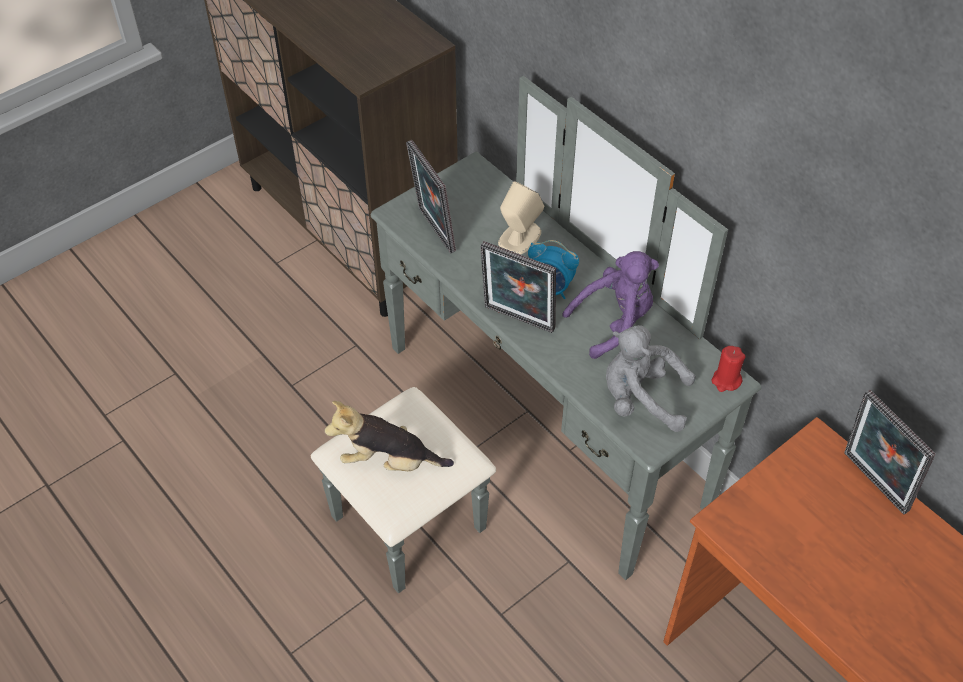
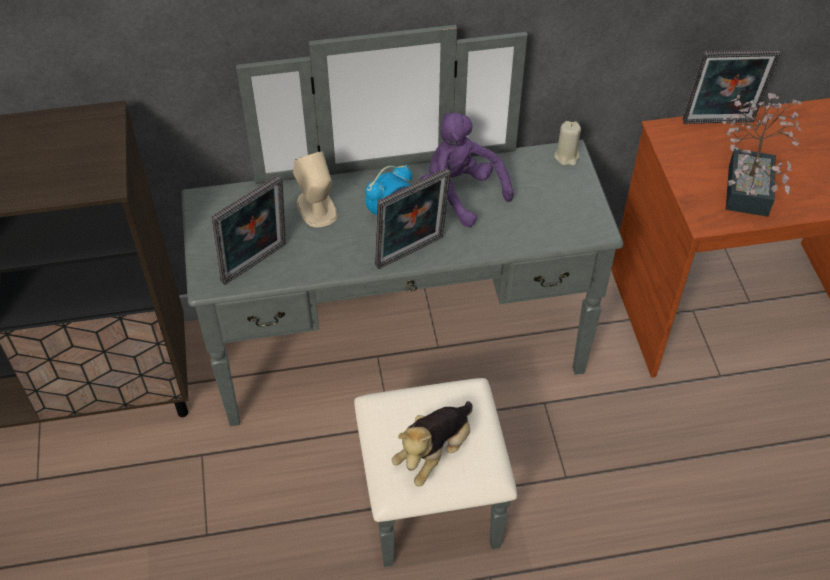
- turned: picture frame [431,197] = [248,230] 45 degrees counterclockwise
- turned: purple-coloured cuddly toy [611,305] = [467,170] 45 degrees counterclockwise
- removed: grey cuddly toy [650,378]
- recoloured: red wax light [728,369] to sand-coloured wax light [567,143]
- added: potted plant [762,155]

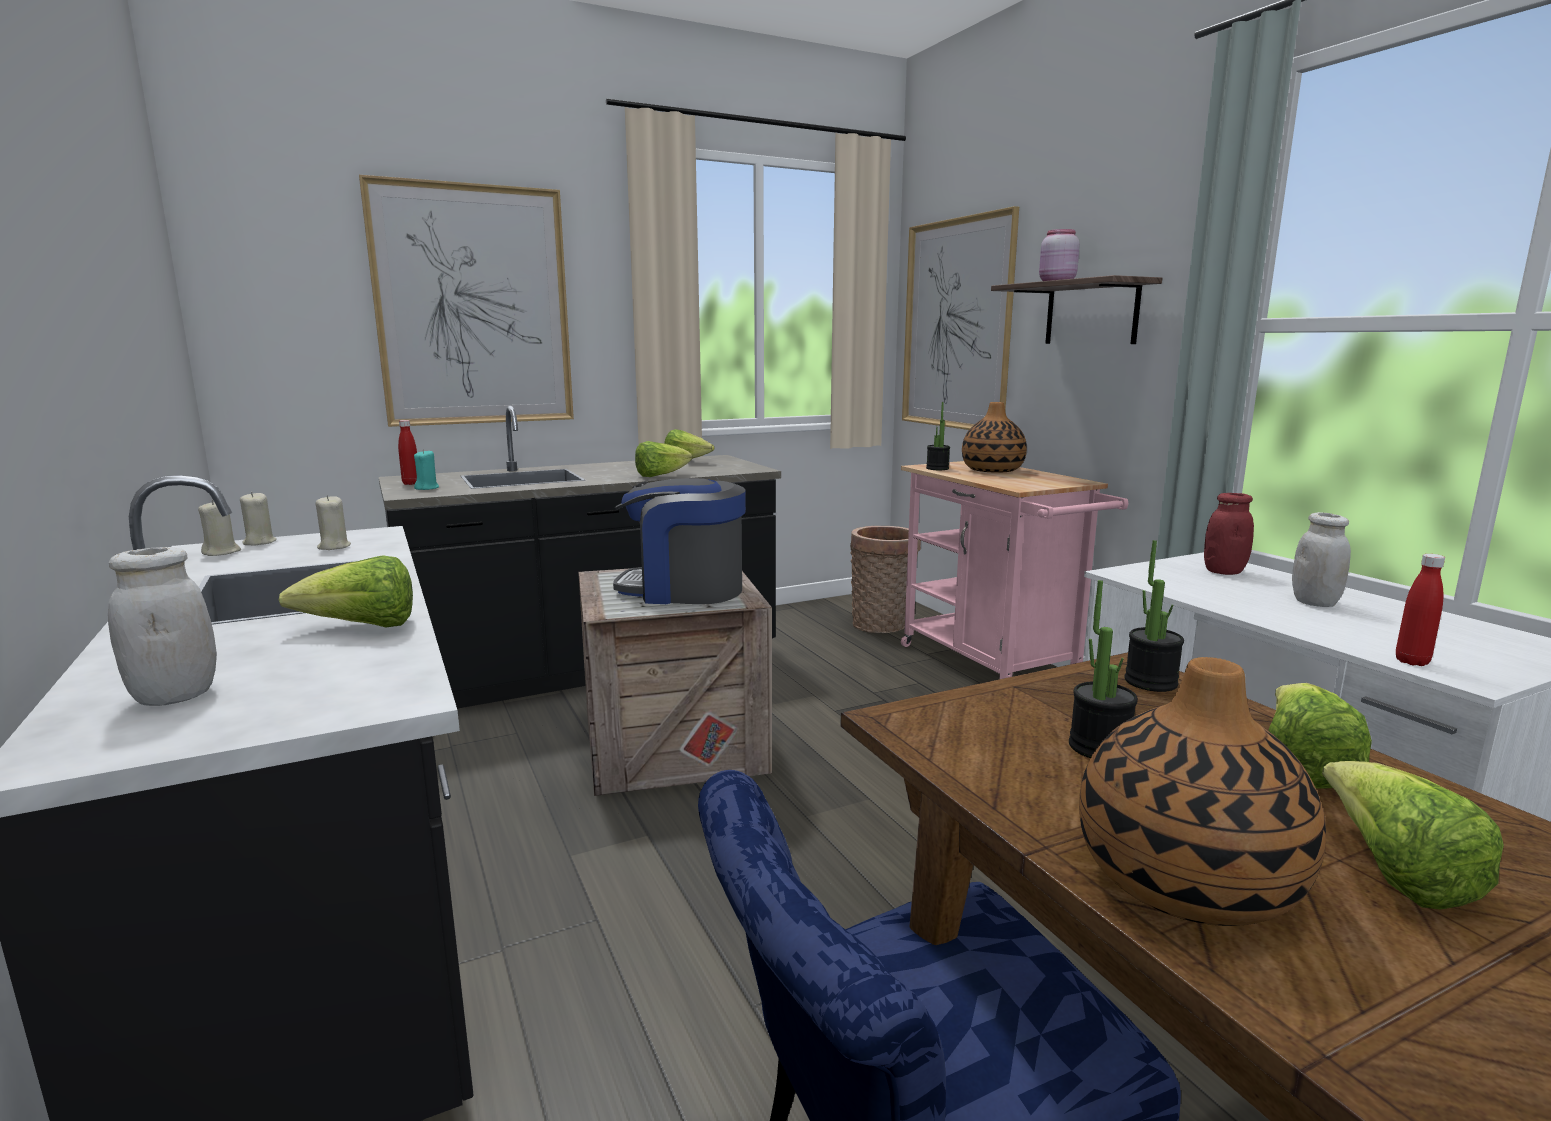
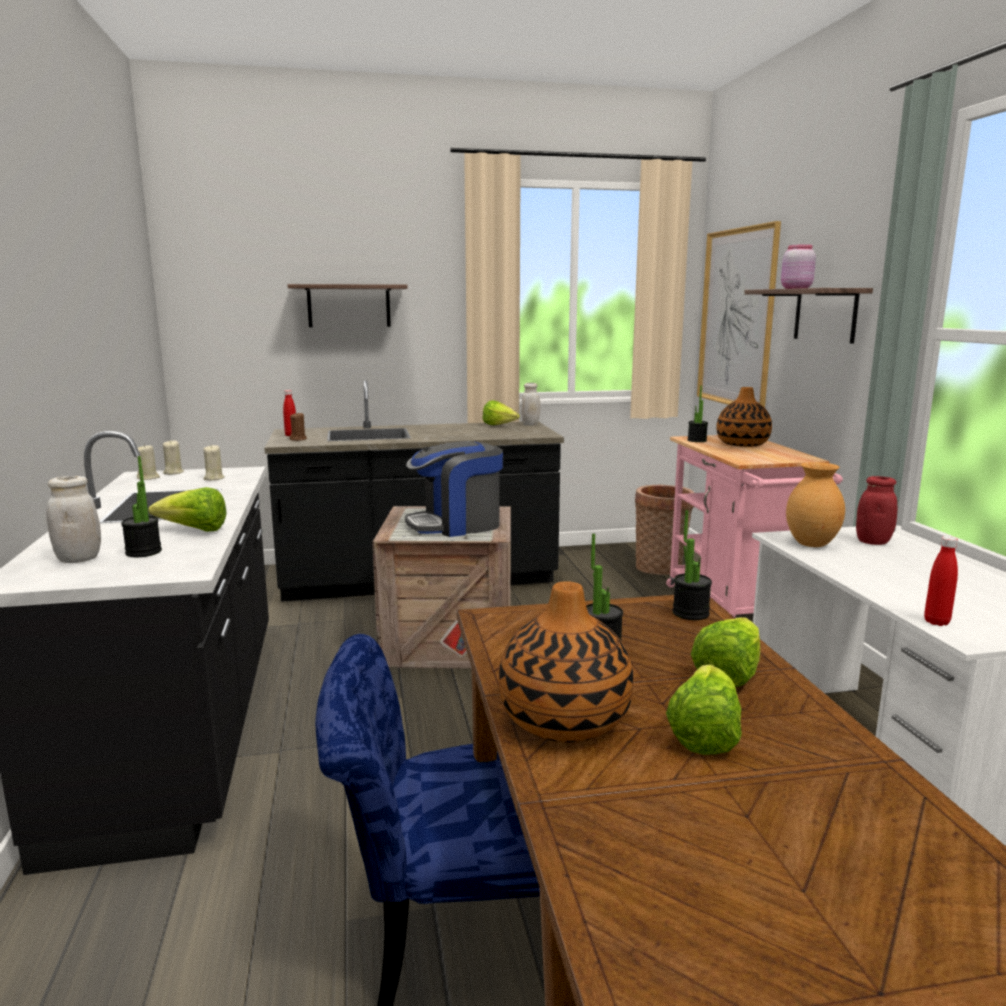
- replaced: wall picture [466,301] to bracket shelf [348,305]
- recoloured: blue-green wax light [426,469] to brown-coloured wax light [298,426]
- turned: coffee maker [679,541] = [454,489] 45 degrees counterclockwise
- removed: head of lettuce [663,459]
- moved: white storage jar [1321,559] to [530,404]
- added: potted plant [141,506]
- added: brown-coloured decorative vase [815,504]

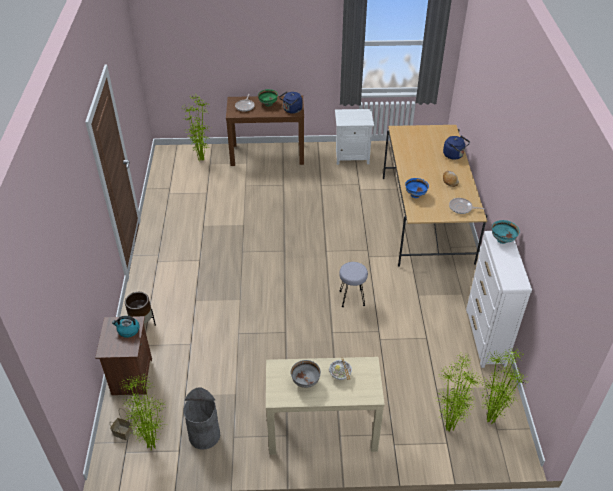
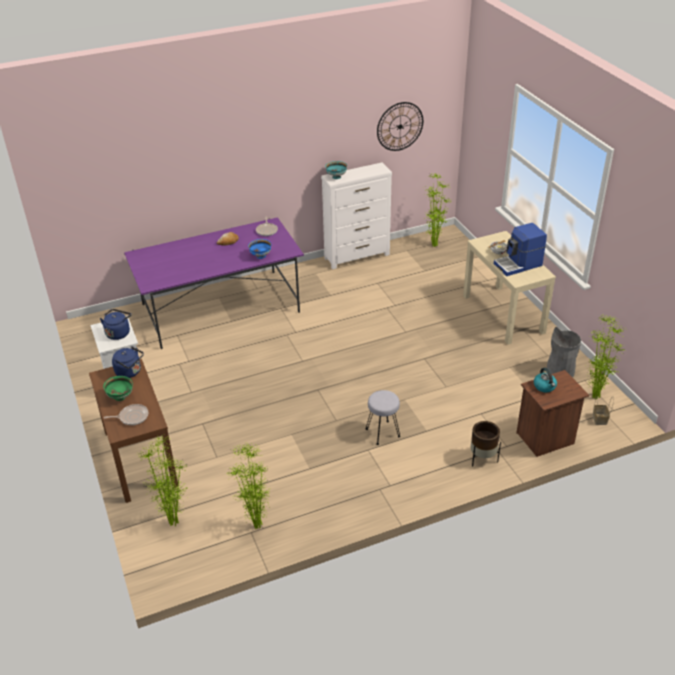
- replaced: grey bowl [305,374] to coffee maker [520,249]
- moved: grey stool seat [353,284] to [383,417]
- recoloured: sand-coloured dining table [435,196] to purple-coloured dining table [214,283]
- moved: potted plant [459,392] to [250,486]
- moved: blue-coloured tea kettle [456,148] to [116,324]
- added: hanging clock [400,126]

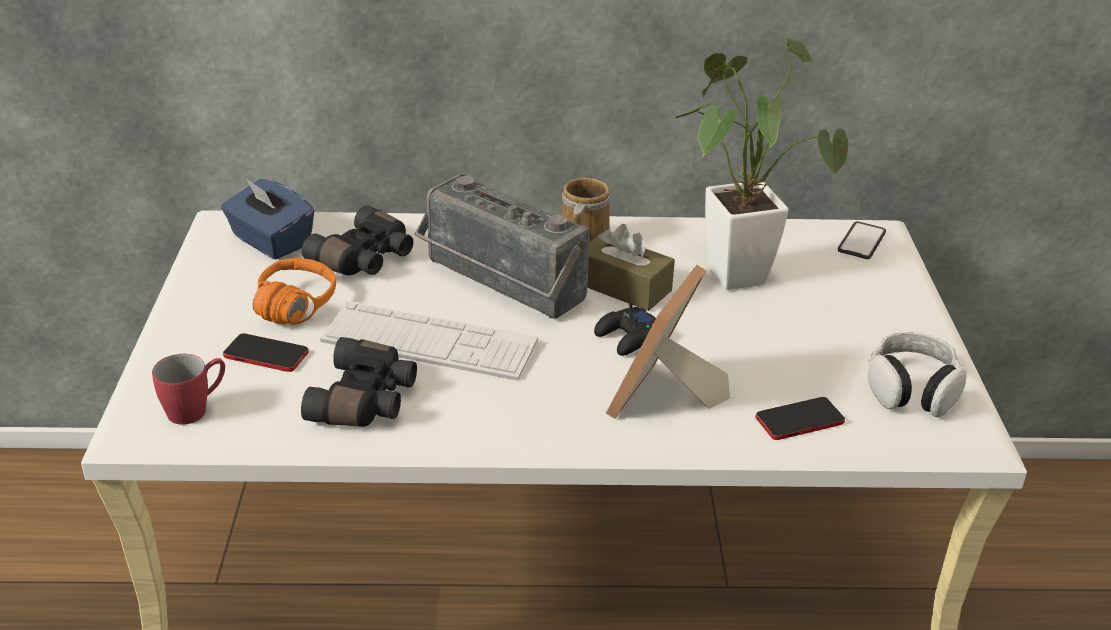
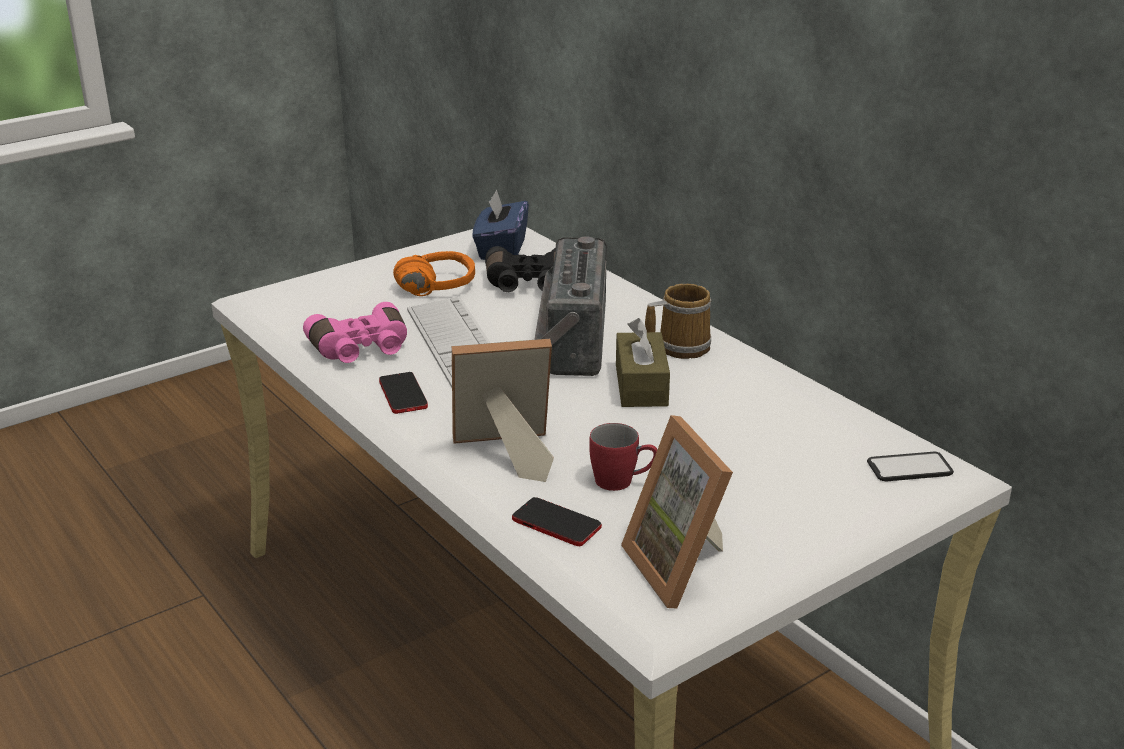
- moved: red coffee mug [188,389] to [623,457]
- moved: phone [266,352] to [403,393]
- recoloured: blackish field glasses [359,382] to pinkish field glasses [355,332]
- removed: blackish gamepad [625,329]
- removed: potted plant [762,161]
- replaced: pair of headphones [917,374] to picture frame [677,511]

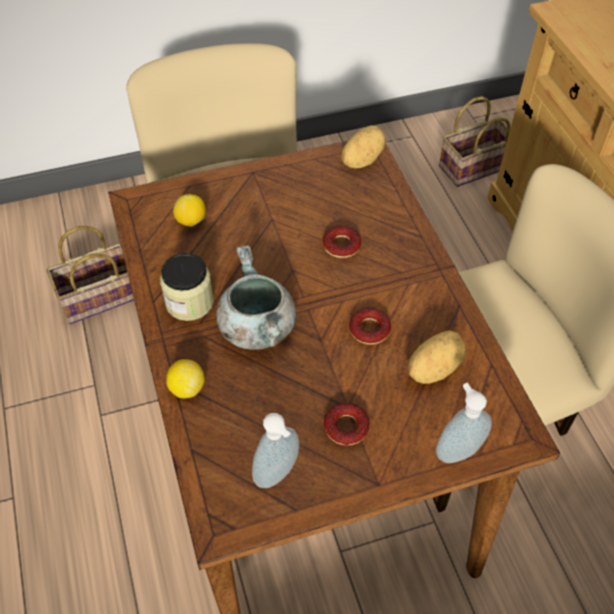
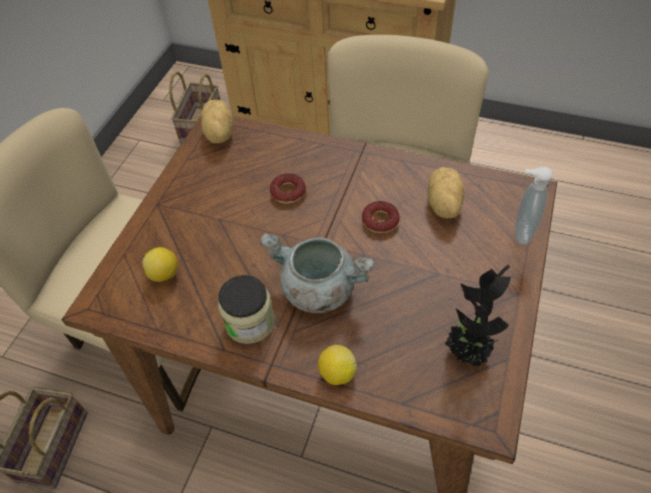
- replaced: soap bottle [275,450] to potted plant [478,315]
- removed: doughnut [347,424]

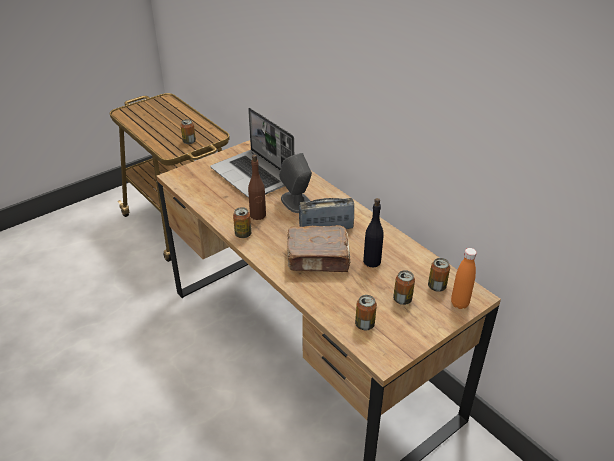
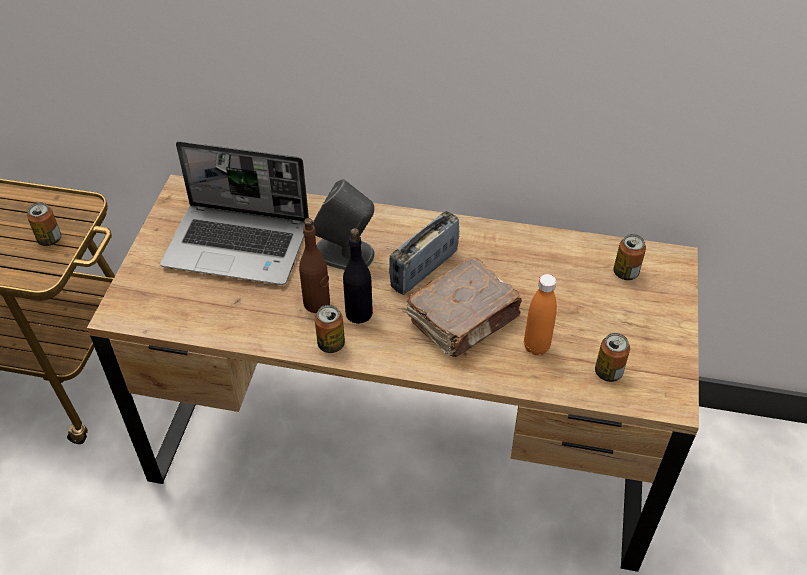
- moved: blackish beverage bottle [373,233] to [358,276]
- removed: metal can [404,287]
- moved: orange beverage bottle [464,278] to [540,314]

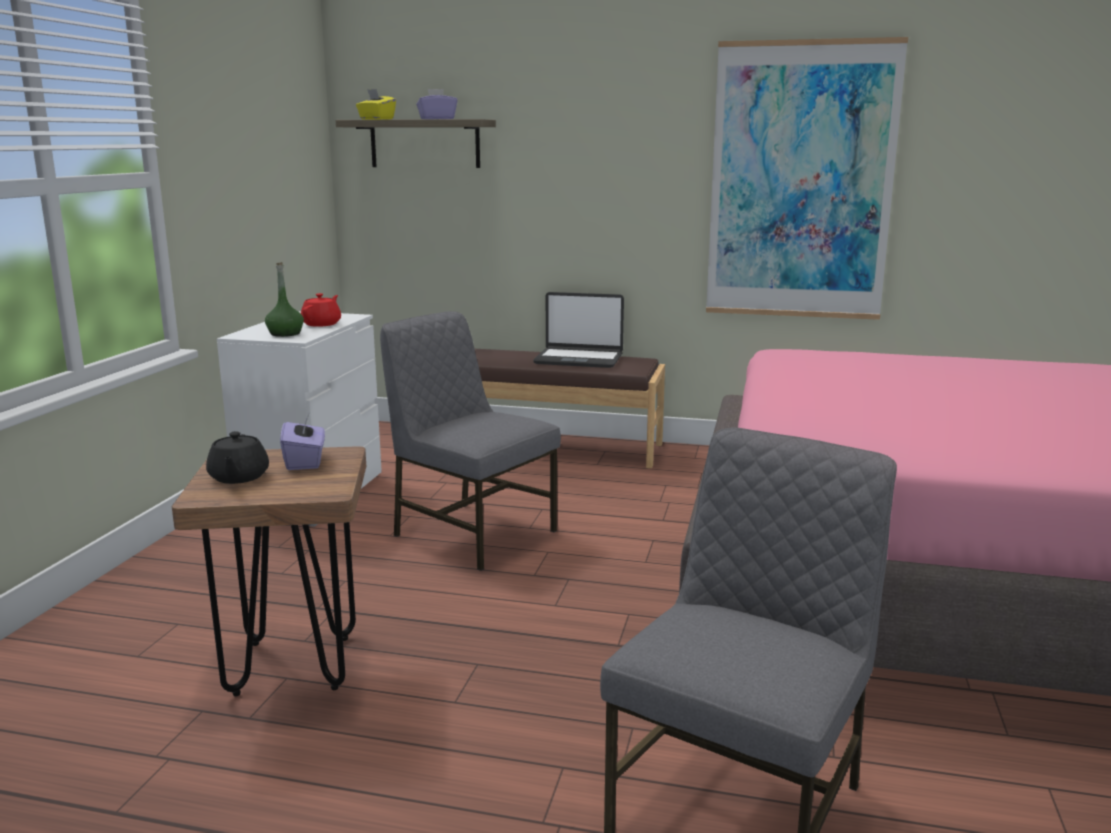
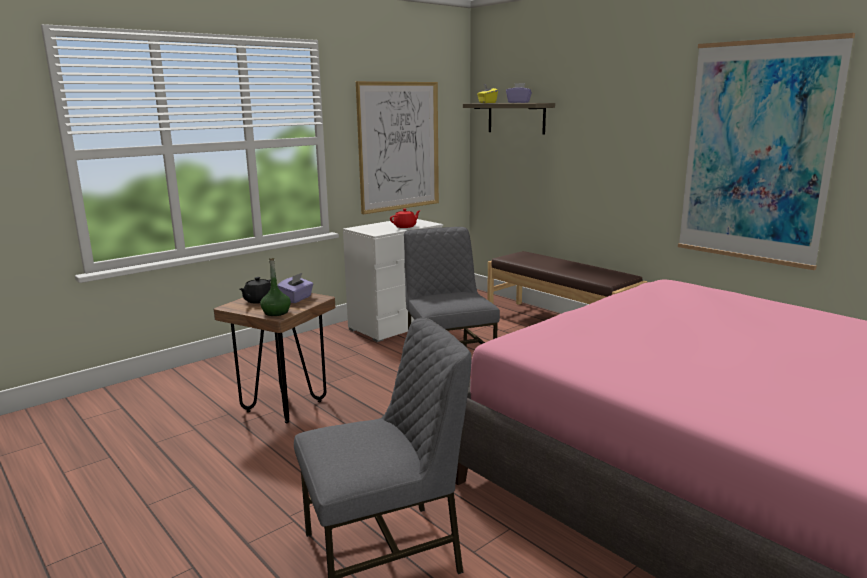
- moved: green-coloured beverage bottle [284,299] to [275,287]
- removed: notebook computer [578,330]
- added: wall picture [397,147]

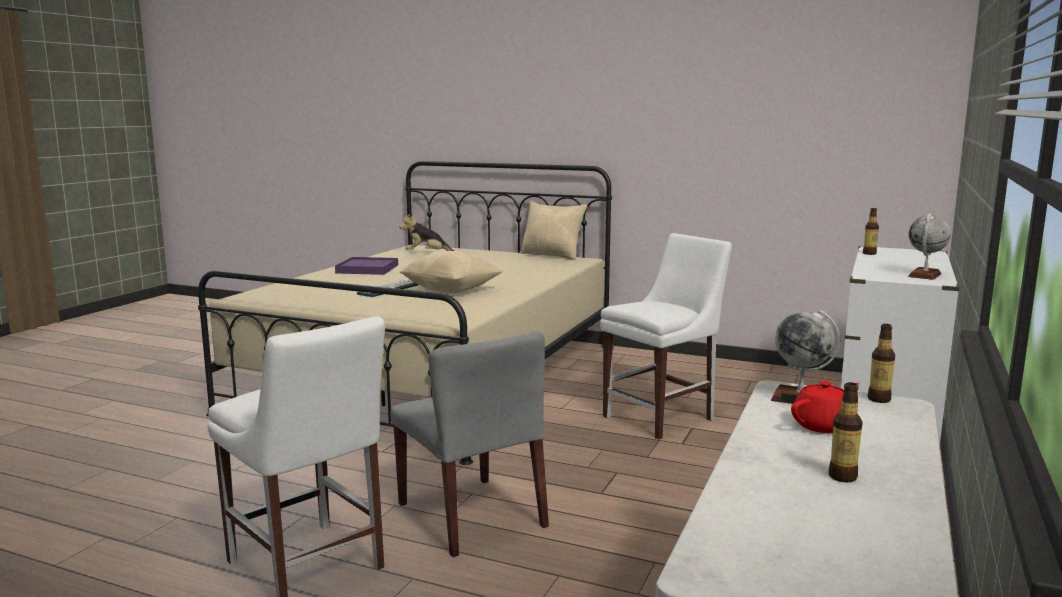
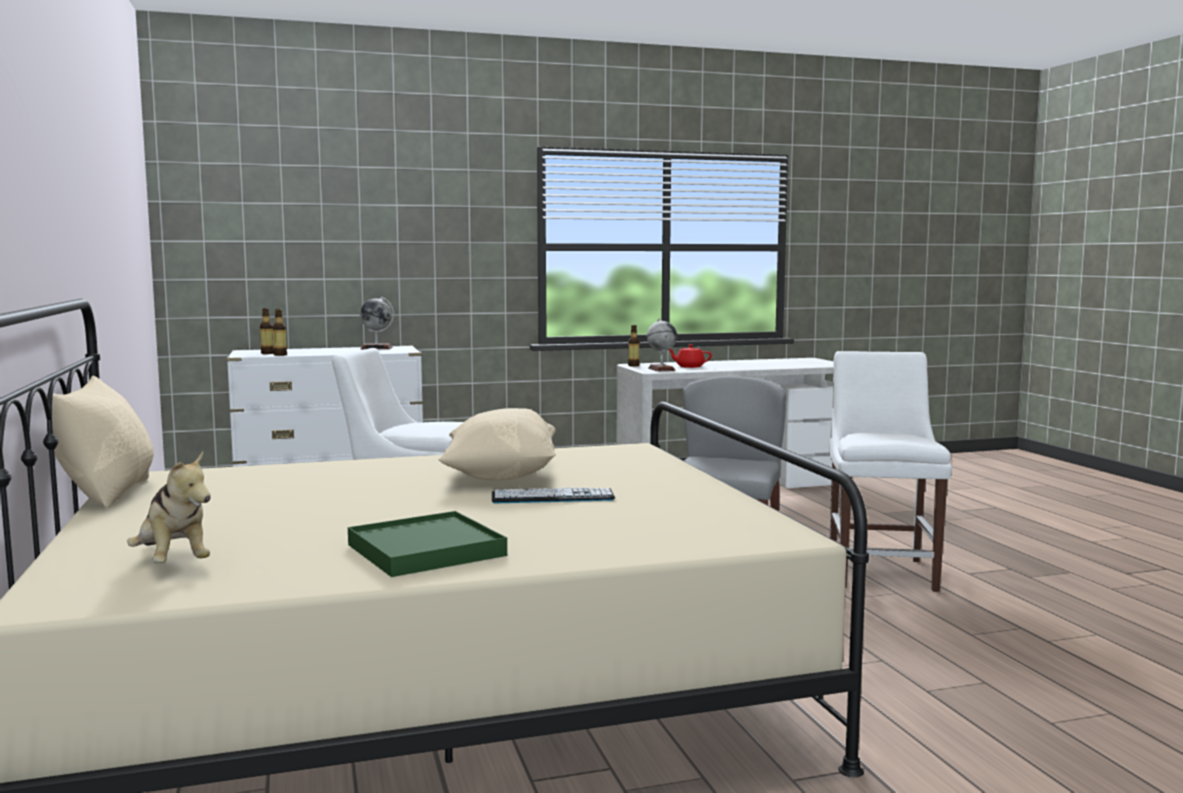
- recoloured: purple-coloured tray [366,266] to green-coloured tray [427,544]
- moved: beverage bottle [846,432] to [267,331]

